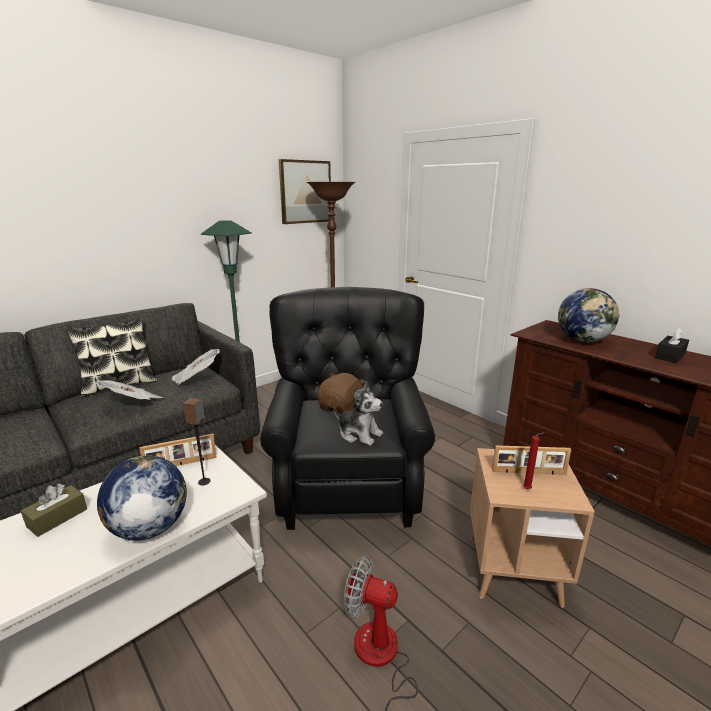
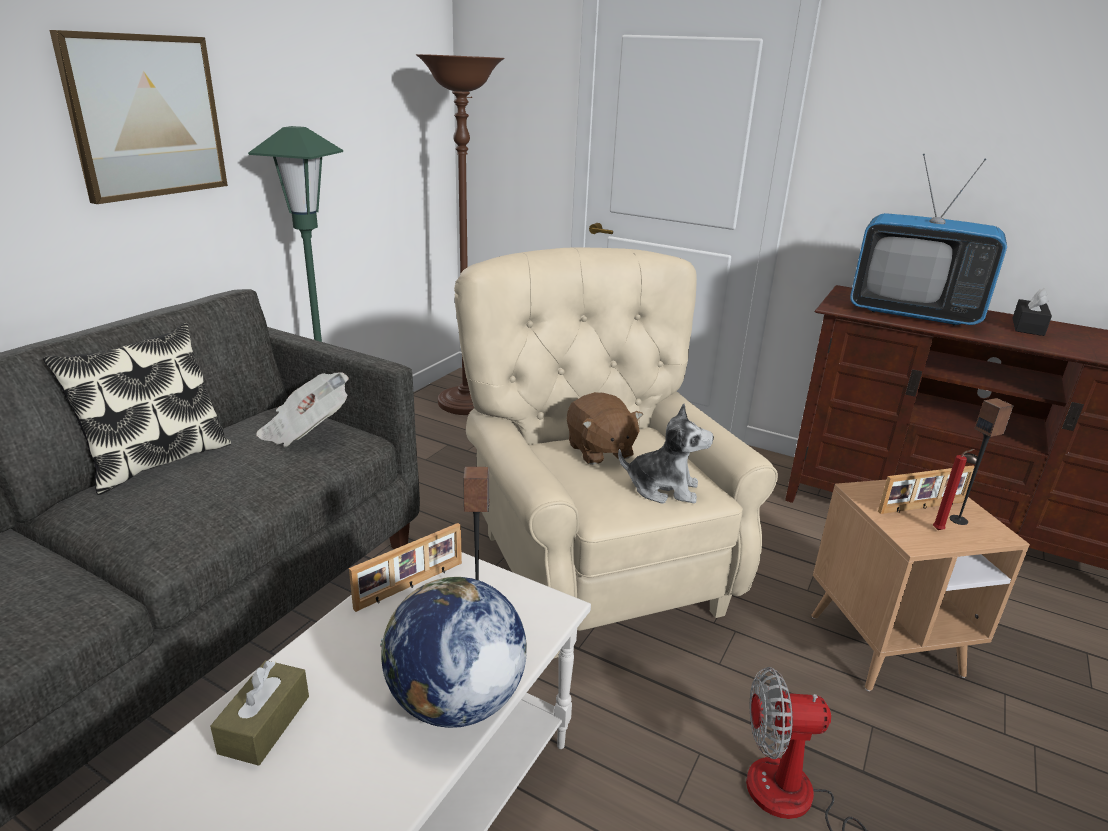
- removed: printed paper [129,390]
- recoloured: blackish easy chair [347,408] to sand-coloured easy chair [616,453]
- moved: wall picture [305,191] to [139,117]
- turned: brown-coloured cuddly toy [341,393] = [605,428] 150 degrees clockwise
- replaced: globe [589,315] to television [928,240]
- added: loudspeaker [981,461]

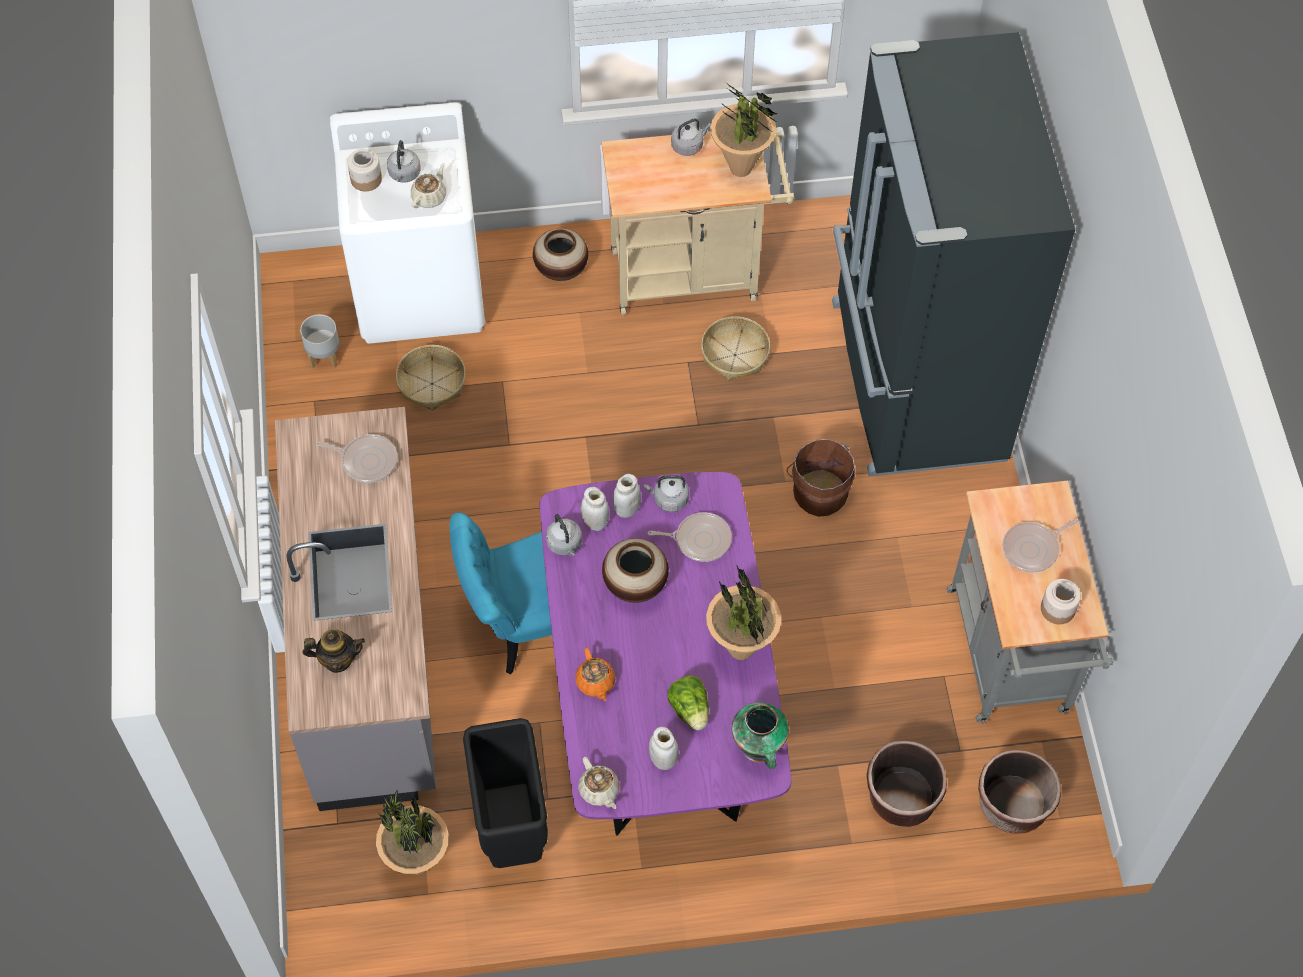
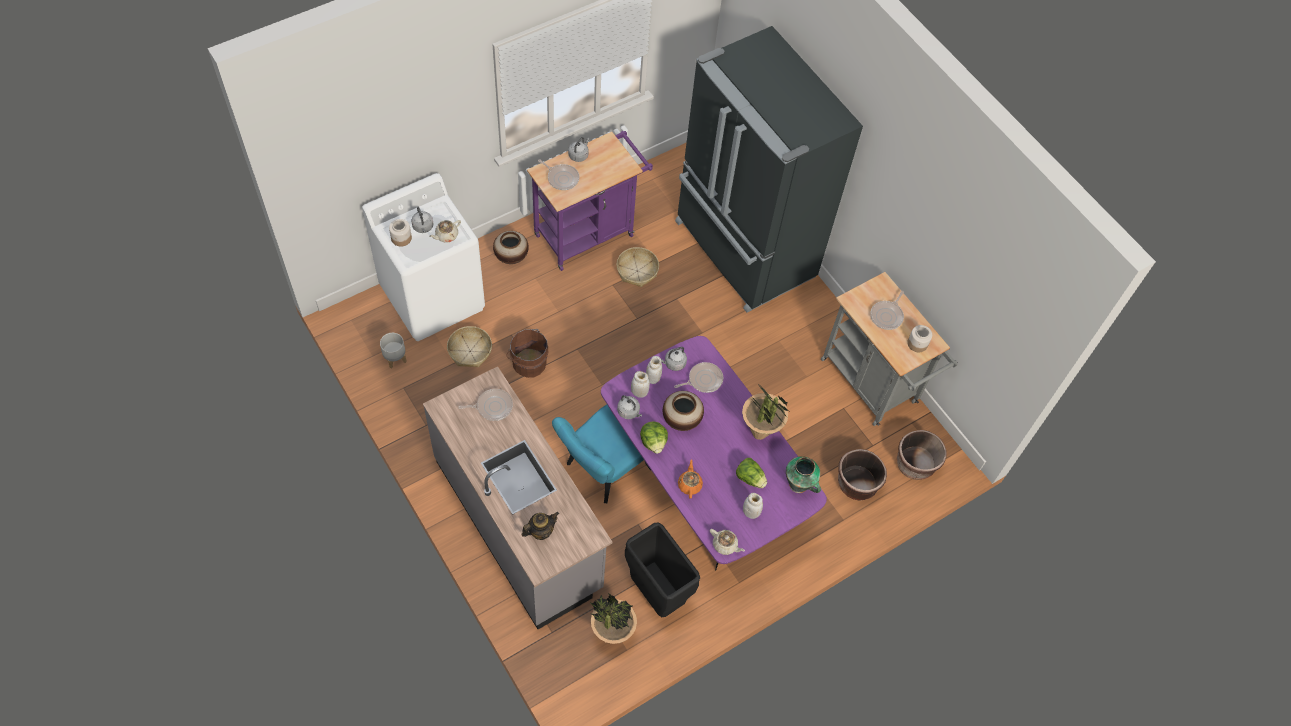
- turned: sand-coloured teapot [428,185] = [445,231] 135 degrees counterclockwise
- turned: orange teapot [595,674] = [690,479] 135 degrees counterclockwise
- recoloured: sand-coloured wheeled cart [698,223] to purple-coloured wheeled cart [590,201]
- removed: potted plant [744,130]
- moved: brown-coloured bucket [821,478] to [527,353]
- added: pan [558,174]
- added: head of lettuce [654,437]

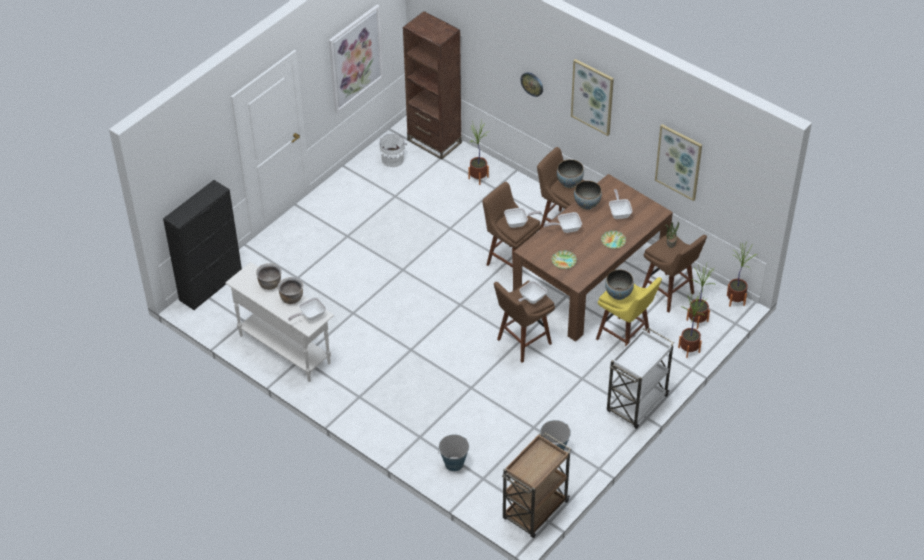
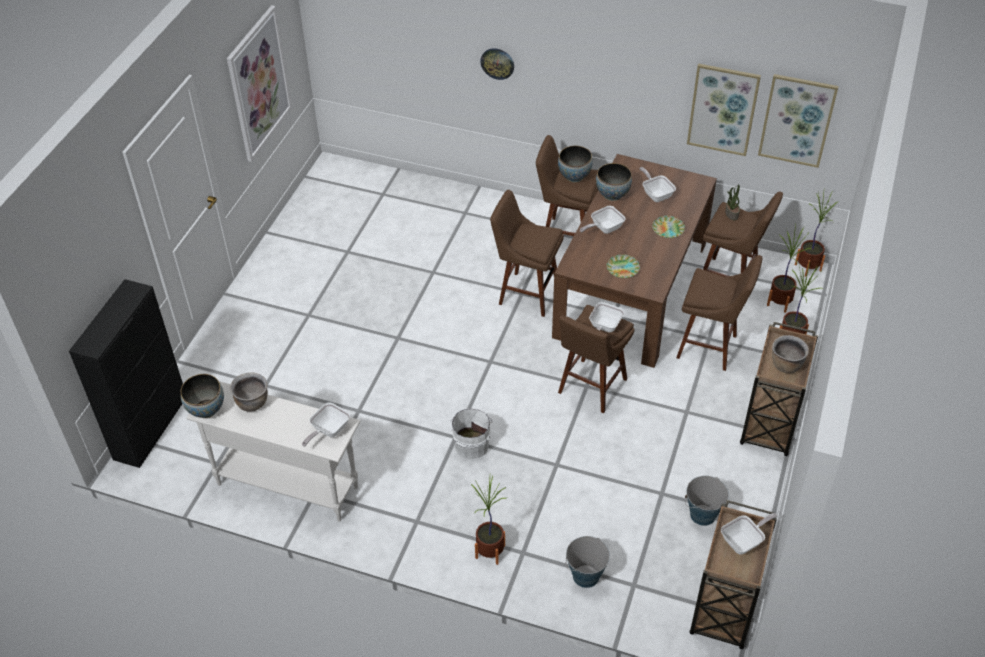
- moved: brown-coloured stockpot [290,290] to [790,354]
- moved: white bucket [393,150] to [471,434]
- removed: brown-coloured bookshelf [432,85]
- moved: potted plant [479,152] to [488,520]
- moved: pan [523,218] to [749,534]
- moved: wall picture [592,97] to [798,121]
- recoloured: yellow stool seat [629,312] to brown-coloured stool seat [719,313]
- moved: bowl [619,284] to [202,396]
- recoloured: white wheeled cart [640,378] to brown-coloured wheeled cart [779,389]

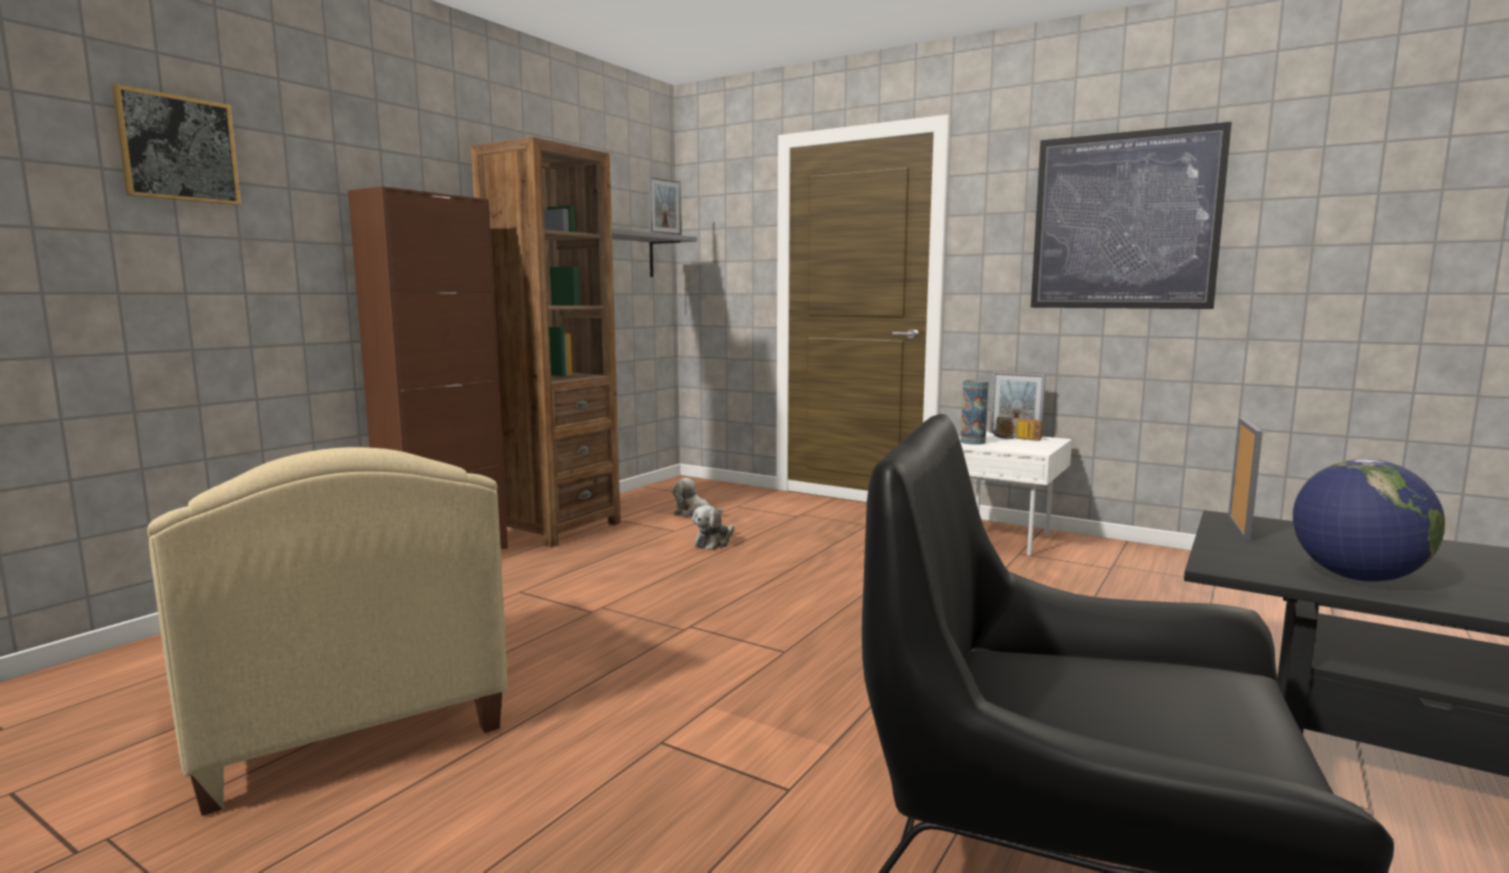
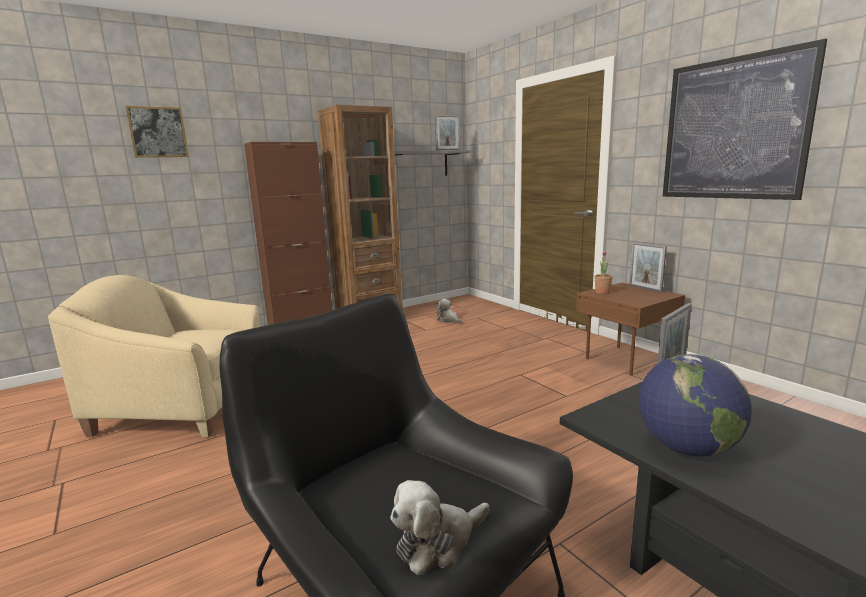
- turned: sand-coloured easy chair [327,631] = [154,356] 105 degrees clockwise
- moved: cuddly toy [713,527] to [440,527]
- recoloured: white end table [1015,494] to brown-coloured end table [630,329]
- replaced: decorative vase [974,412] to potted plant [604,272]
- removed: radio set [1017,429]

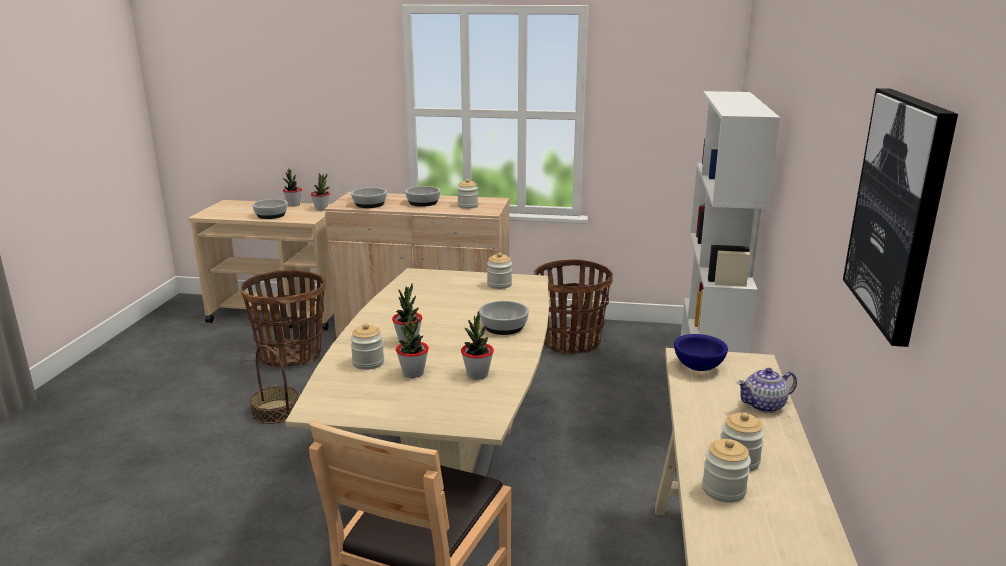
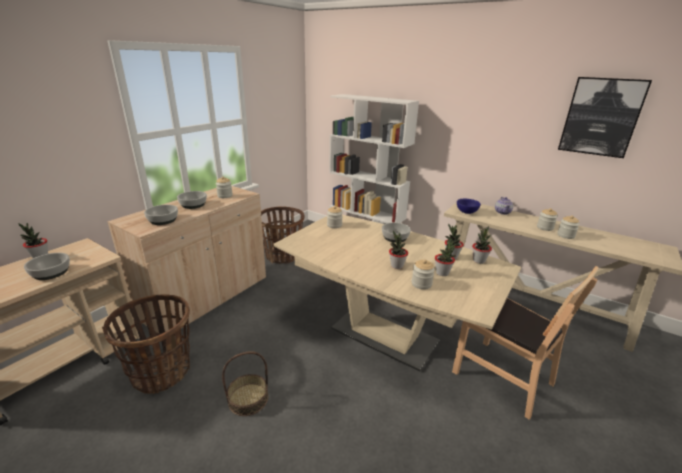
- moved: potted plant [320,192] to [482,245]

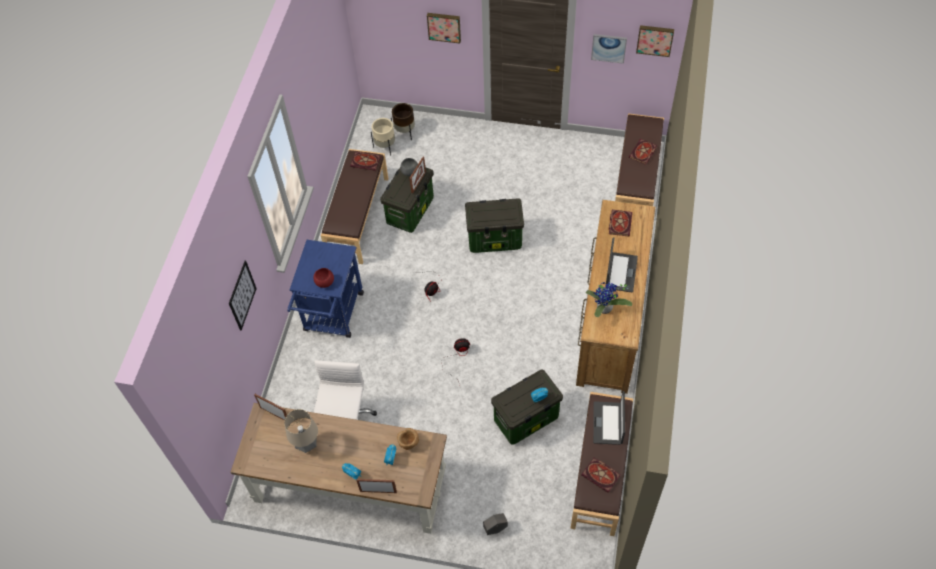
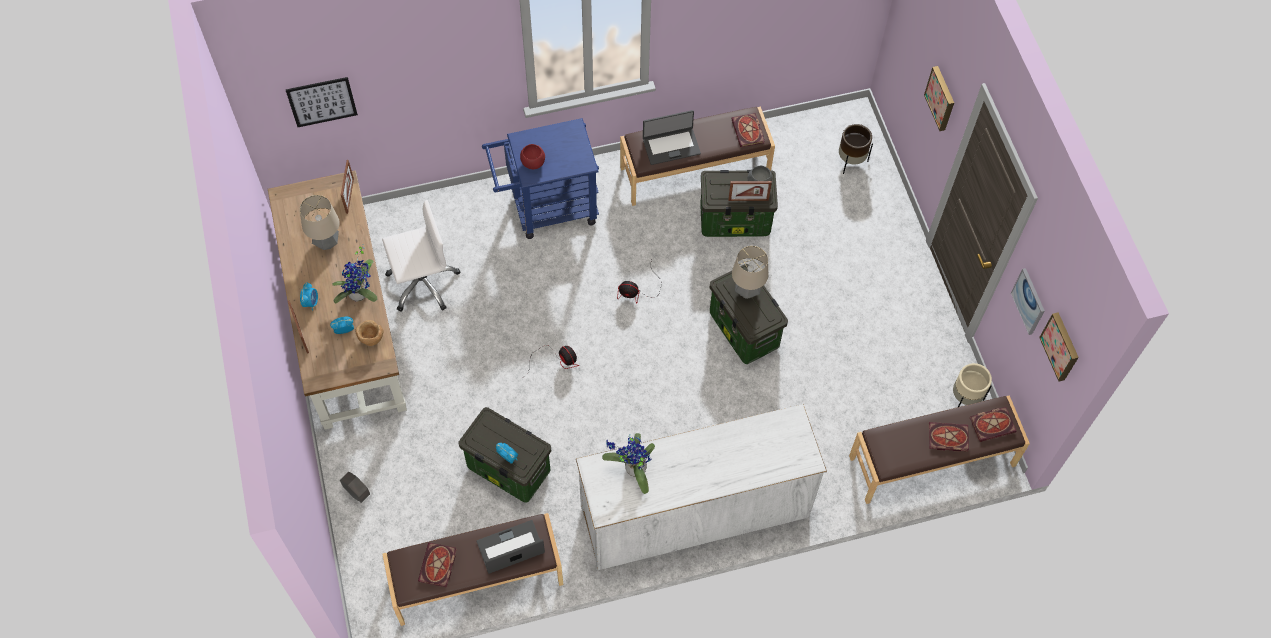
- moved: wall picture [243,295] to [322,102]
- moved: sand-coloured planter [383,137] to [972,385]
- recoloured: brown-coloured drawer chest [615,297] to white drawer chest [701,487]
- moved: notebook computer [622,265] to [672,137]
- moved: book [620,223] to [993,424]
- added: potted plant [355,273]
- added: table lamp [750,272]

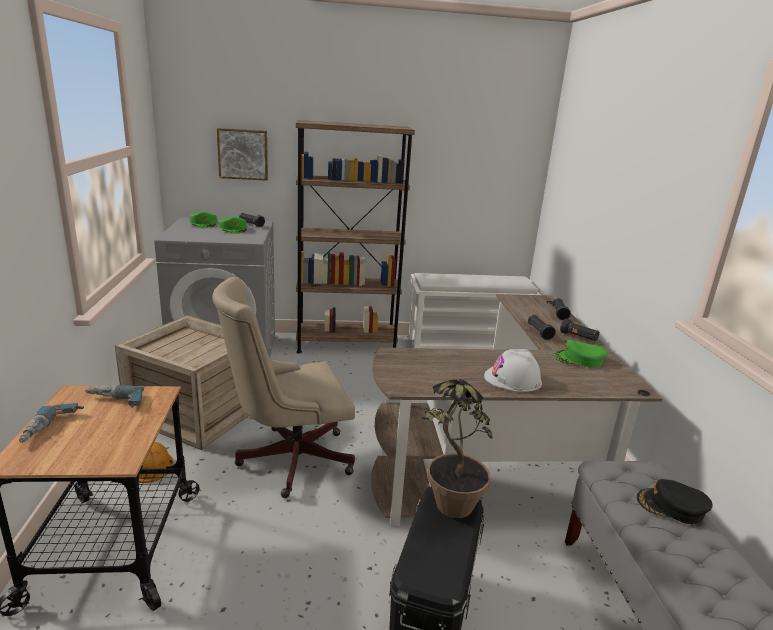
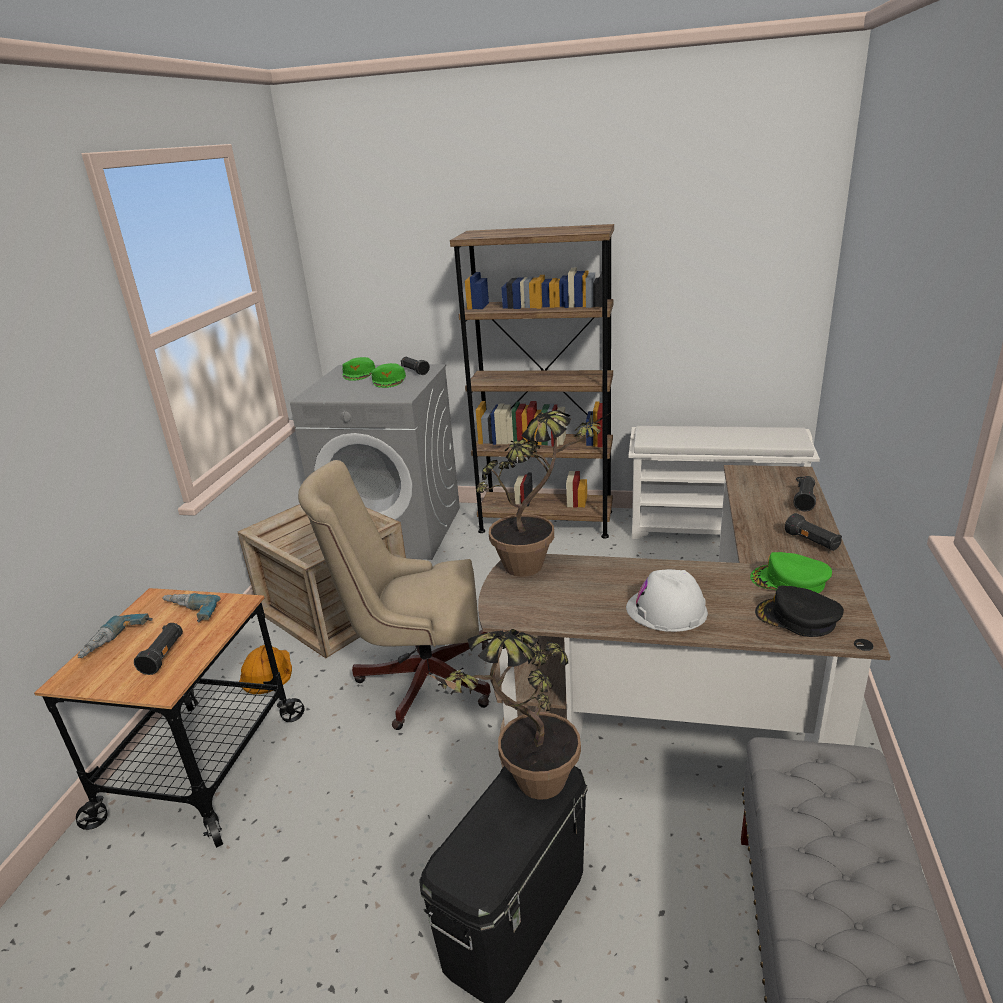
- removed: wall picture [242,154]
- moved: blackish torch [542,327] to [158,649]
- moved: blackish cap [675,501] to [799,611]
- added: potted plant [542,493]

